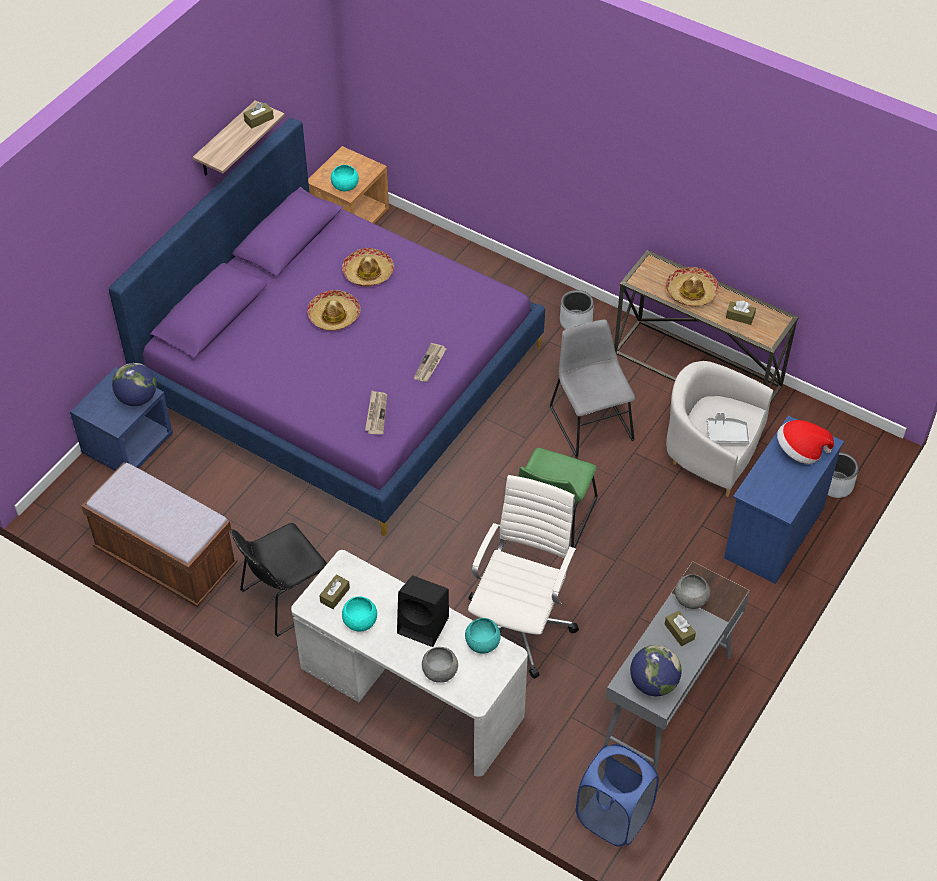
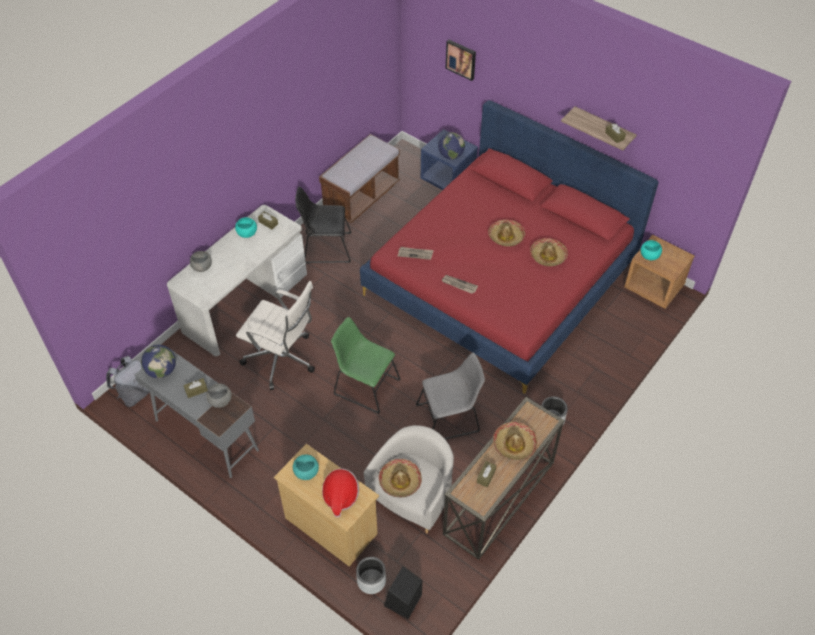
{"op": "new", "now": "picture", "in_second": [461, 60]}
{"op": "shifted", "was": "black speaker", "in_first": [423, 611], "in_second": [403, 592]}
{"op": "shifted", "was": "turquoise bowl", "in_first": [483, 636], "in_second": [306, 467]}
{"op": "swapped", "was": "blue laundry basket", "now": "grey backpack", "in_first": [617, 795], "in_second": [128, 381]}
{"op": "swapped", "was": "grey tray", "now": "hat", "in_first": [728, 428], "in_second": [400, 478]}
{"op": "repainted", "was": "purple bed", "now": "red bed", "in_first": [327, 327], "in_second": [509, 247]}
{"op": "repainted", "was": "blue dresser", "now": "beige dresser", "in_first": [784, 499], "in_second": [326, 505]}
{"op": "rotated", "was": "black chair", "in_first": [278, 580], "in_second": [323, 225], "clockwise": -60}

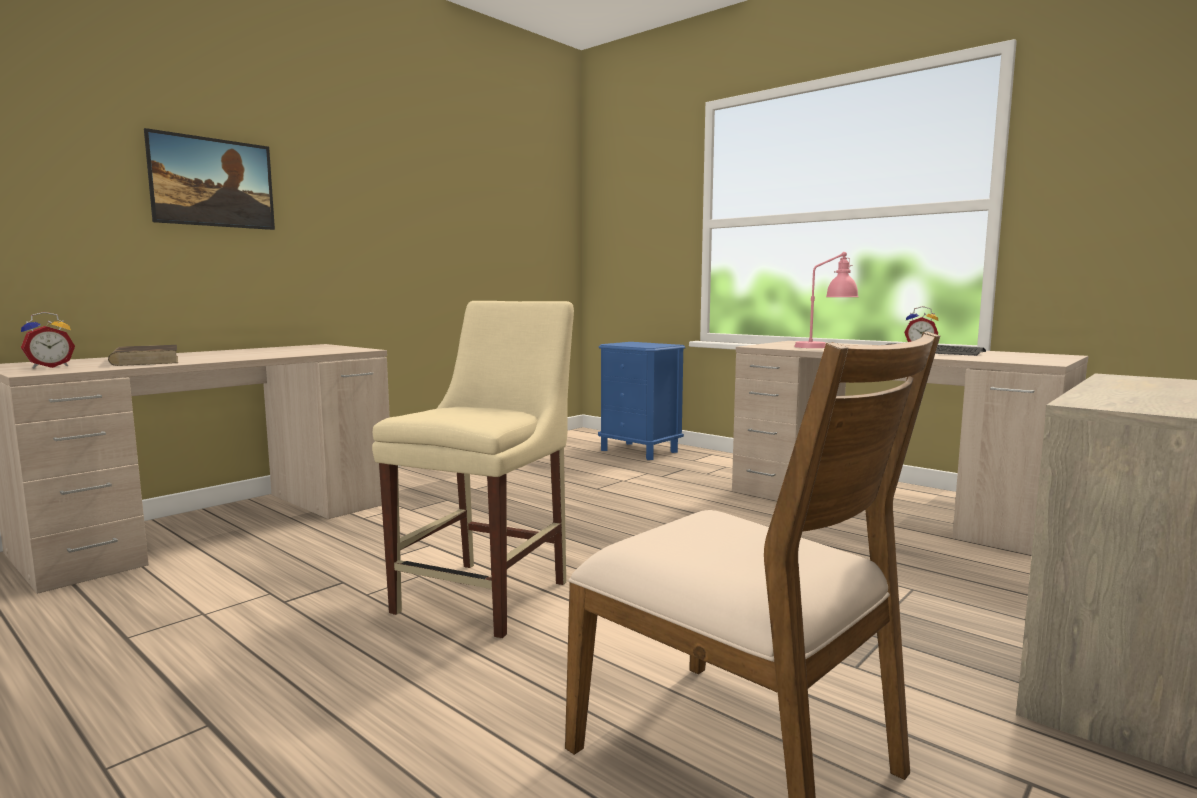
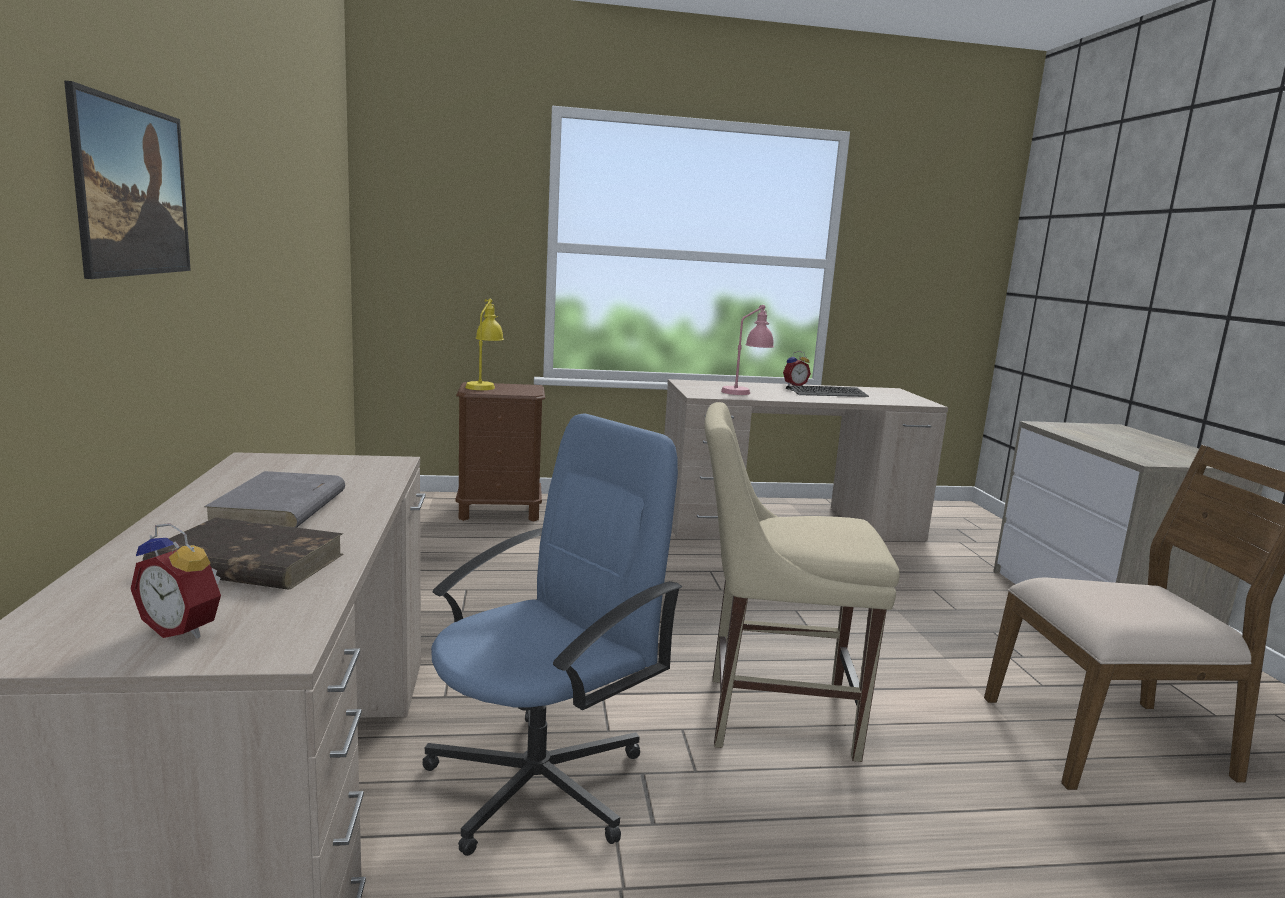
{"op": "new", "now": "grey book", "in_second": [274, 499]}
{"op": "new", "now": "blue office chair", "in_second": [552, 634]}
{"op": "new", "now": "yellow table lamp", "in_second": [484, 344]}
{"op": "repainted", "was": "blue nightstand", "now": "brown nightstand", "in_first": [641, 401], "in_second": [500, 452]}
{"op": "rotated", "was": "alarm clock", "in_first": [48, 340], "in_second": [175, 580], "clockwise": 120}
{"op": "rotated", "was": "beige chair", "in_first": [473, 469], "in_second": [802, 582], "clockwise": -60}

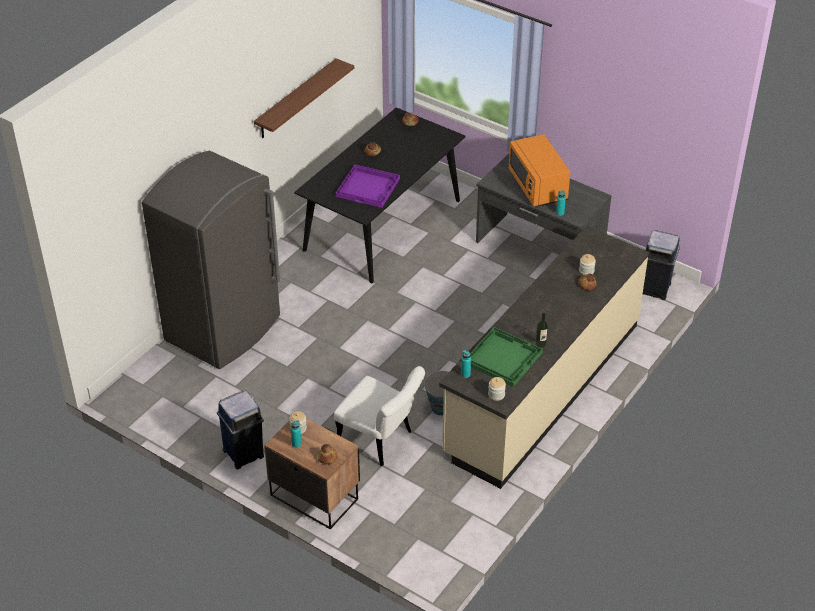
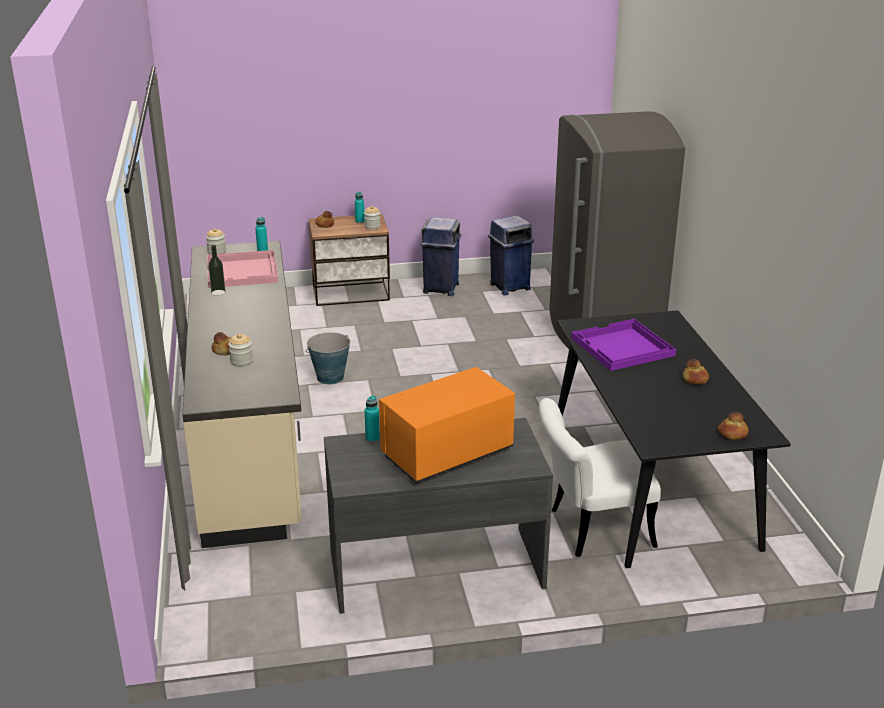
{"op": "gone", "was": "shelf", "in_first": [304, 98]}
{"op": "shifted", "was": "white chair", "in_first": [379, 416], "in_second": [600, 477]}
{"op": "shifted", "was": "blue trash can", "in_first": [661, 265], "in_second": [511, 255]}
{"op": "repainted", "was": "green tray", "now": "pink tray", "in_first": [506, 357], "in_second": [243, 269]}
{"op": "rotated", "was": "orange microwave", "in_first": [539, 170], "in_second": [447, 425], "clockwise": -60}

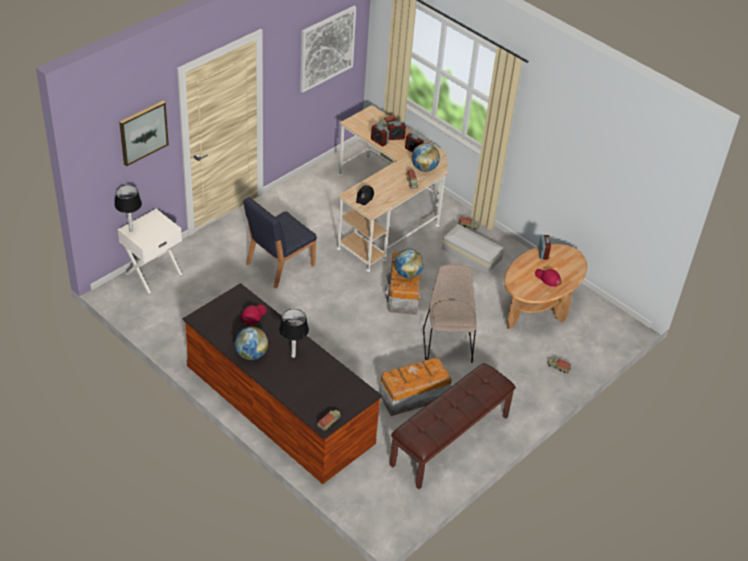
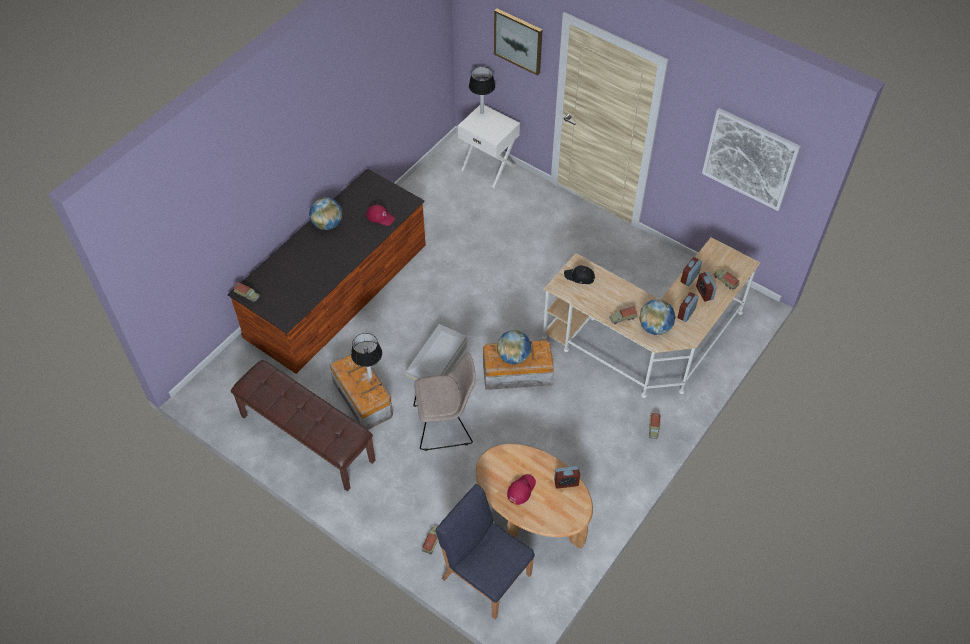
{"op": "shifted", "was": "blue chair", "in_first": [280, 243], "in_second": [485, 552]}
{"op": "shifted", "was": "table lamp", "in_first": [294, 333], "in_second": [366, 355]}
{"op": "shifted", "was": "white storage box", "in_first": [473, 249], "in_second": [436, 354]}

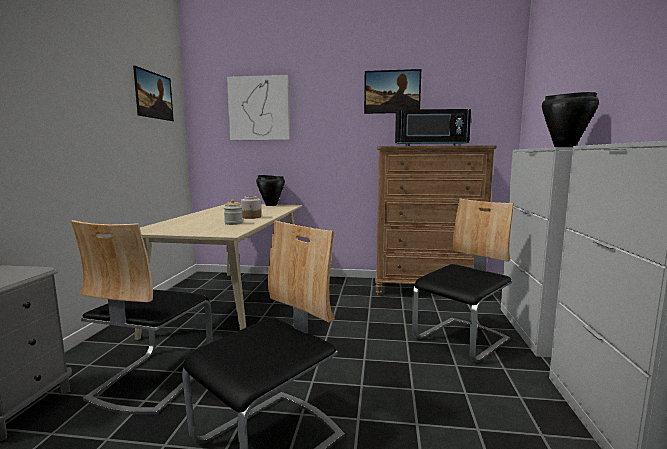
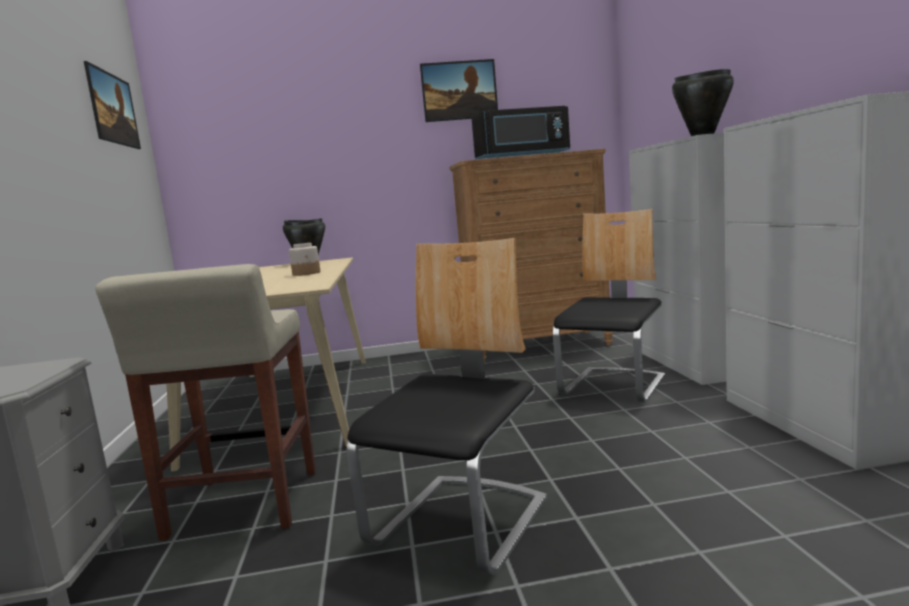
{"op": "gone", "was": "jar", "in_first": [233, 212]}
{"op": "gone", "was": "picture", "in_first": [258, 107]}
{"op": "swapped", "was": "chair", "now": "beige stool", "in_first": [142, 317], "in_second": [205, 402]}

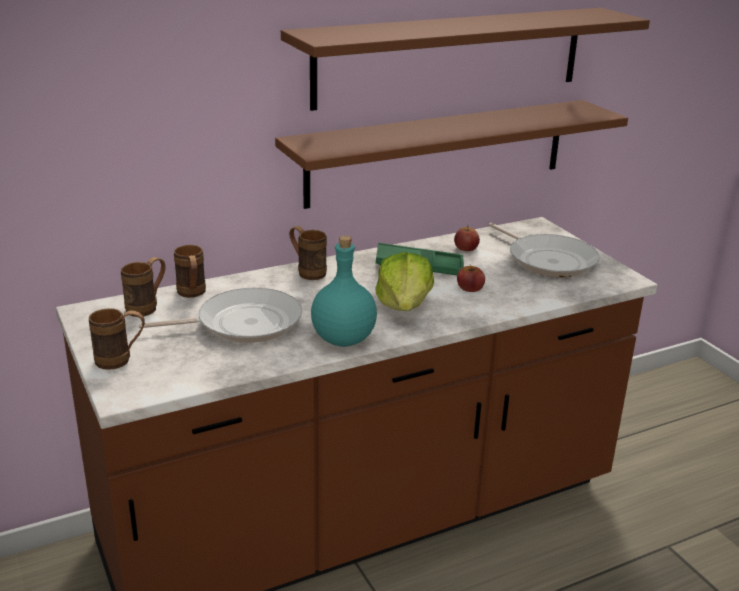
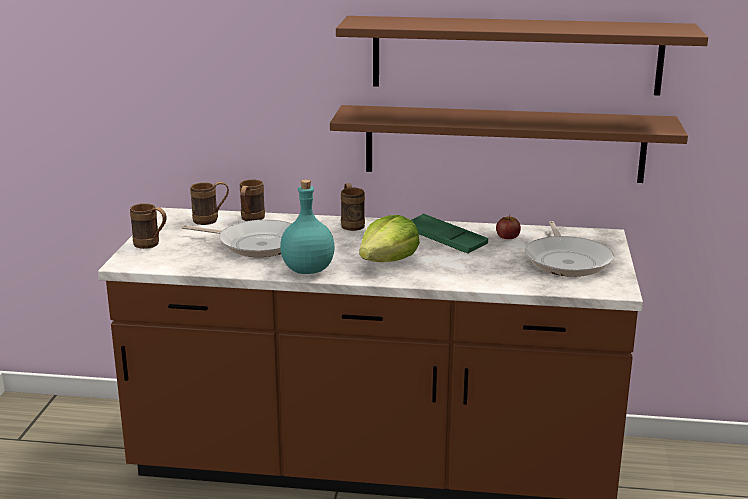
{"op": "gone", "was": "apple", "in_first": [471, 278]}

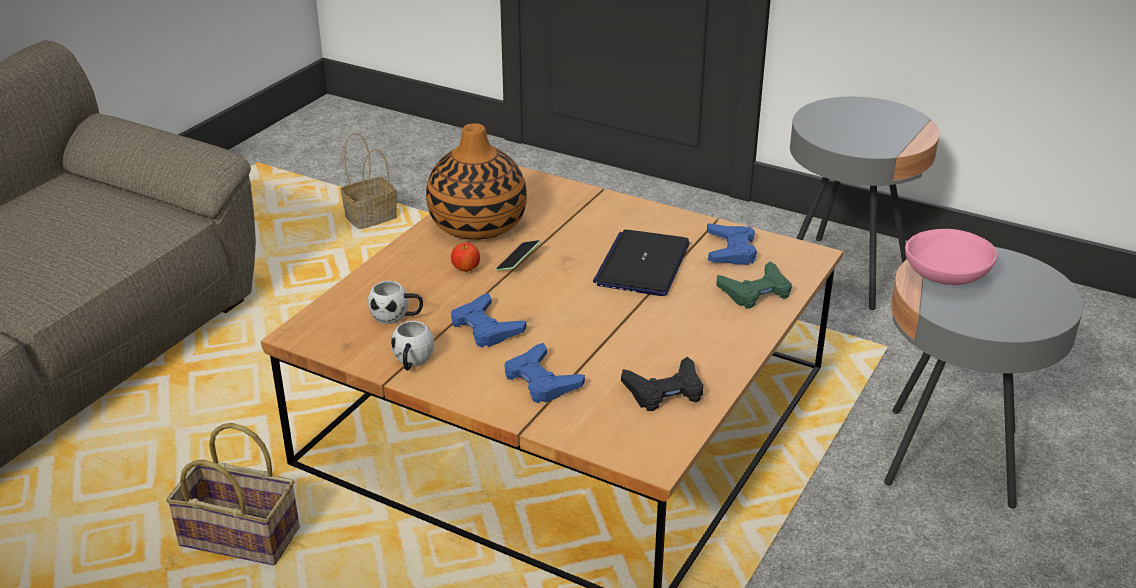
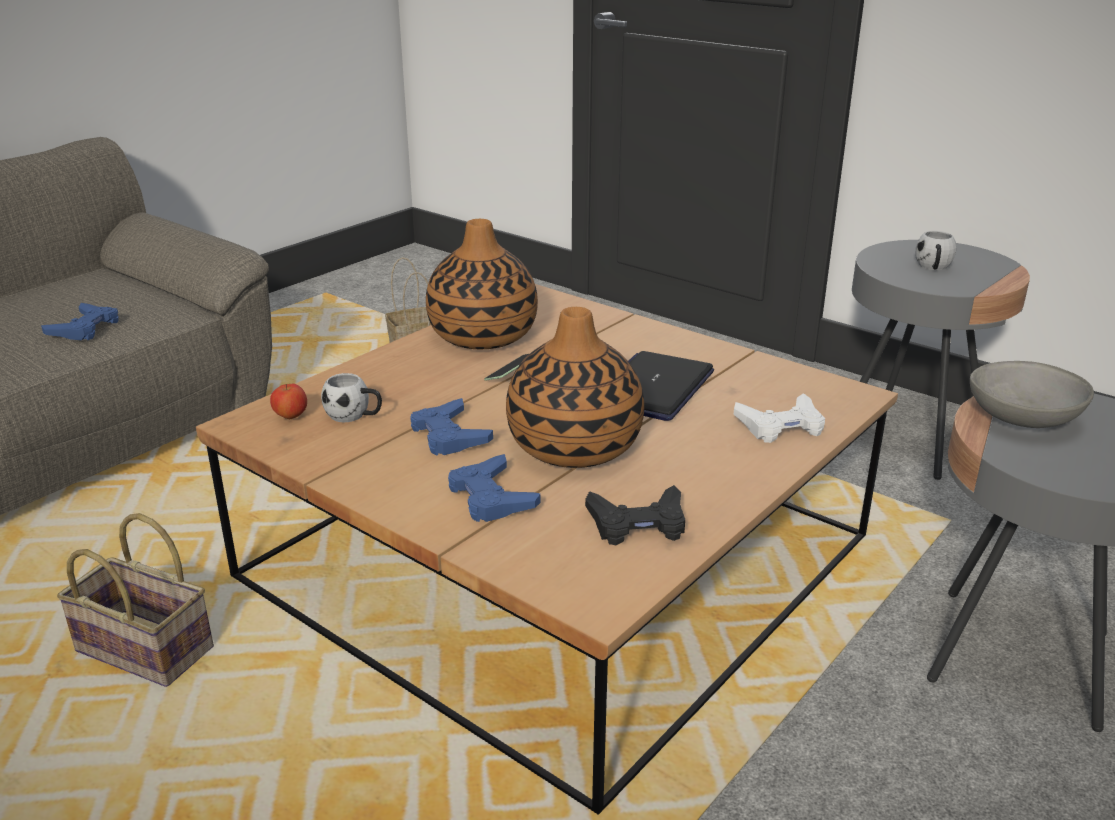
{"op": "new", "now": "vase", "in_second": [575, 387]}
{"op": "shifted", "was": "white mug", "in_first": [412, 346], "in_second": [936, 250]}
{"op": "shifted", "was": "apple", "in_first": [465, 257], "in_second": [288, 401]}
{"op": "shifted", "was": "blue game controller", "in_first": [732, 244], "in_second": [80, 321]}
{"op": "repainted", "was": "green game controller", "now": "white game controller", "in_first": [754, 285], "in_second": [779, 418]}
{"op": "repainted", "was": "pink bowl", "now": "grey bowl", "in_first": [951, 257], "in_second": [1032, 394]}

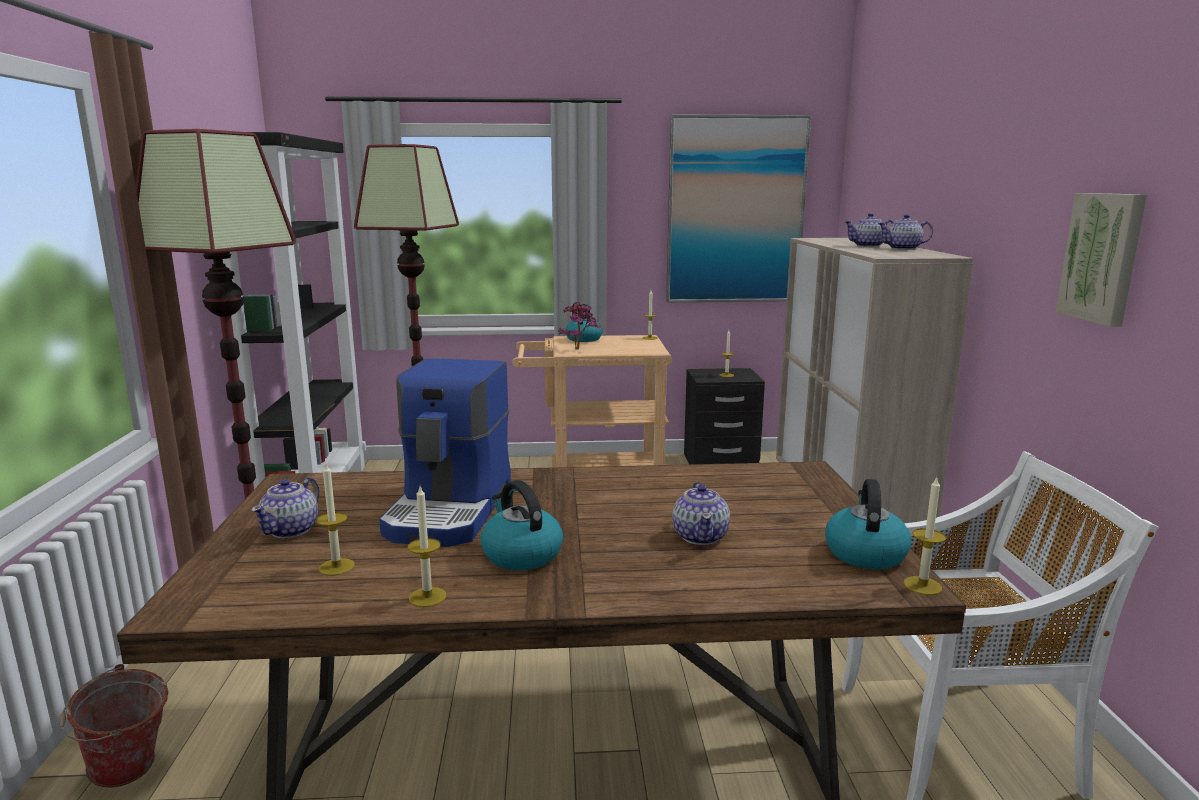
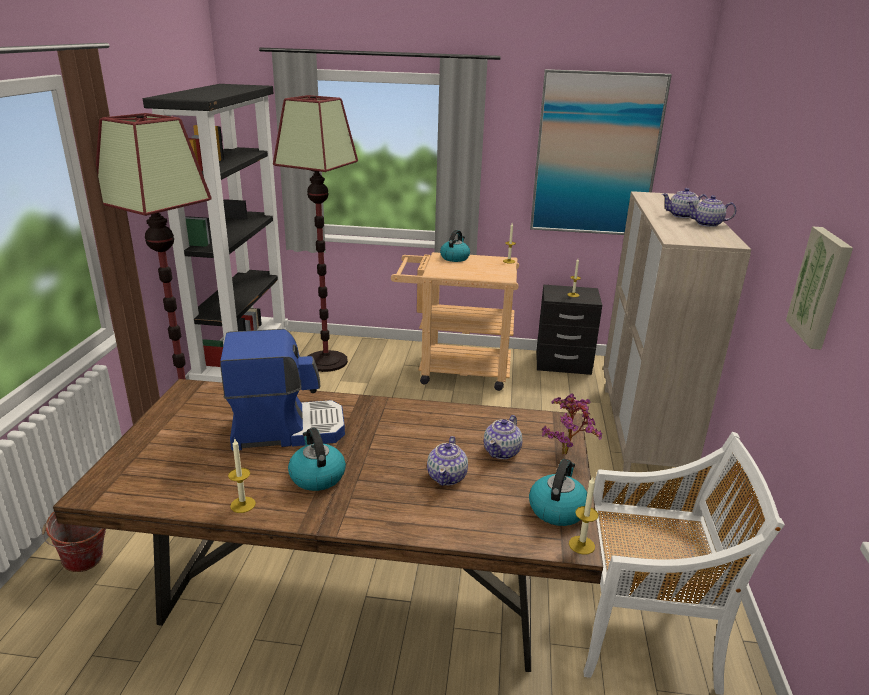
{"op": "gone", "was": "candle", "in_first": [335, 520]}
{"op": "shifted", "was": "teapot", "in_first": [285, 507], "in_second": [503, 437]}
{"op": "shifted", "was": "potted plant", "in_first": [579, 326], "in_second": [572, 424]}
{"op": "rotated", "was": "coffee machine", "in_first": [445, 452], "in_second": [282, 390], "clockwise": -120}

